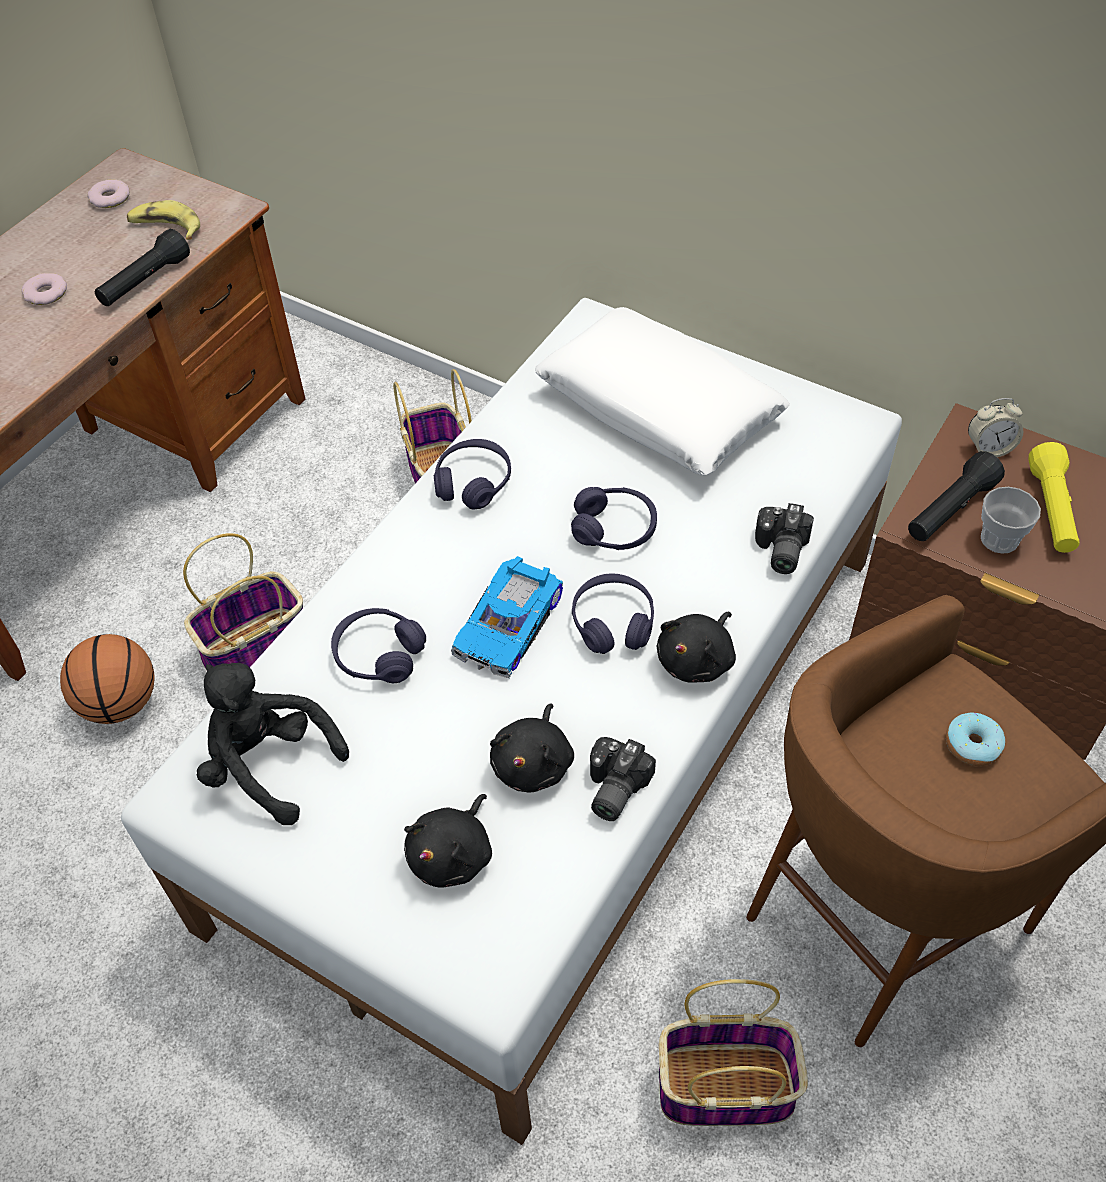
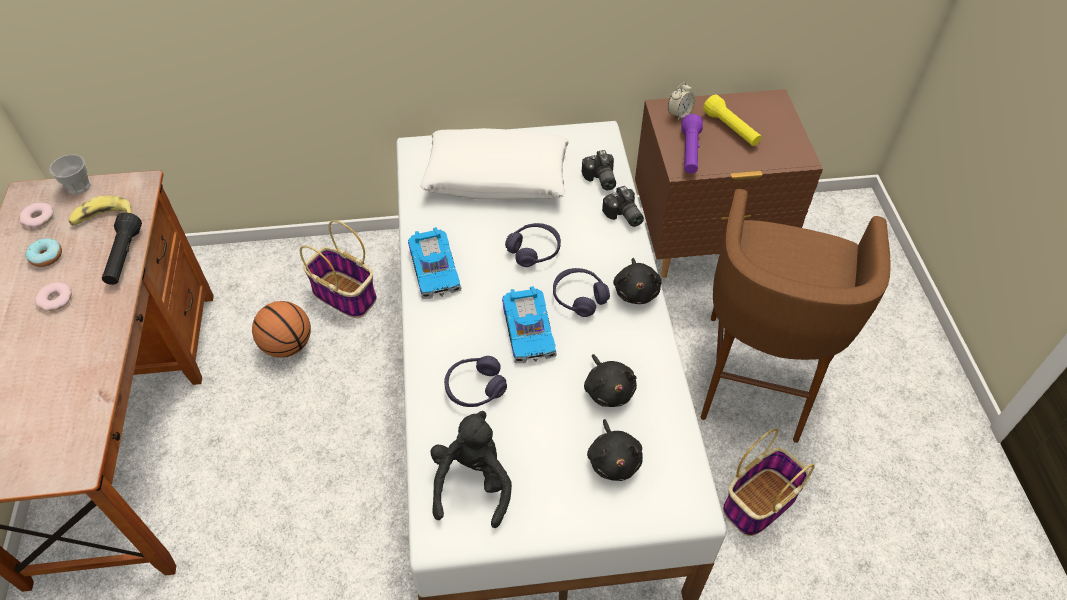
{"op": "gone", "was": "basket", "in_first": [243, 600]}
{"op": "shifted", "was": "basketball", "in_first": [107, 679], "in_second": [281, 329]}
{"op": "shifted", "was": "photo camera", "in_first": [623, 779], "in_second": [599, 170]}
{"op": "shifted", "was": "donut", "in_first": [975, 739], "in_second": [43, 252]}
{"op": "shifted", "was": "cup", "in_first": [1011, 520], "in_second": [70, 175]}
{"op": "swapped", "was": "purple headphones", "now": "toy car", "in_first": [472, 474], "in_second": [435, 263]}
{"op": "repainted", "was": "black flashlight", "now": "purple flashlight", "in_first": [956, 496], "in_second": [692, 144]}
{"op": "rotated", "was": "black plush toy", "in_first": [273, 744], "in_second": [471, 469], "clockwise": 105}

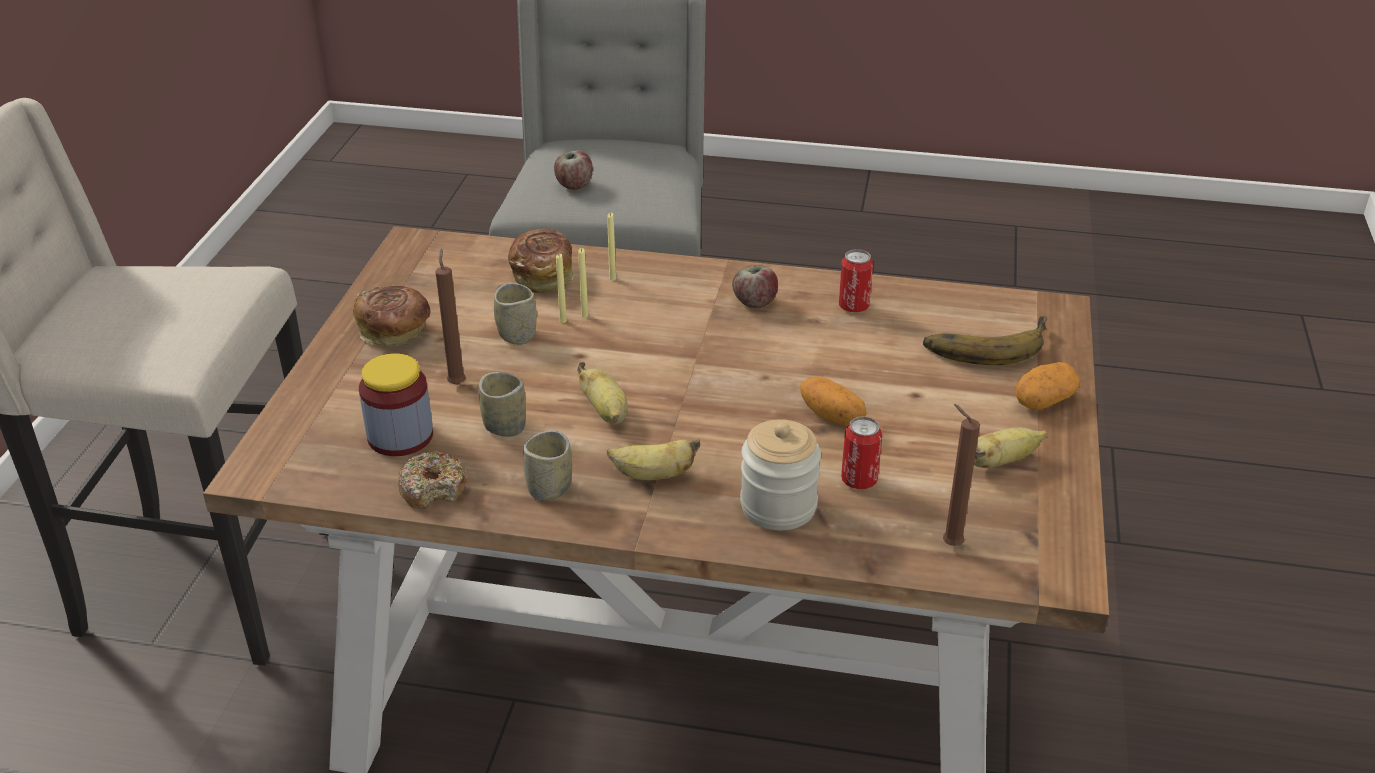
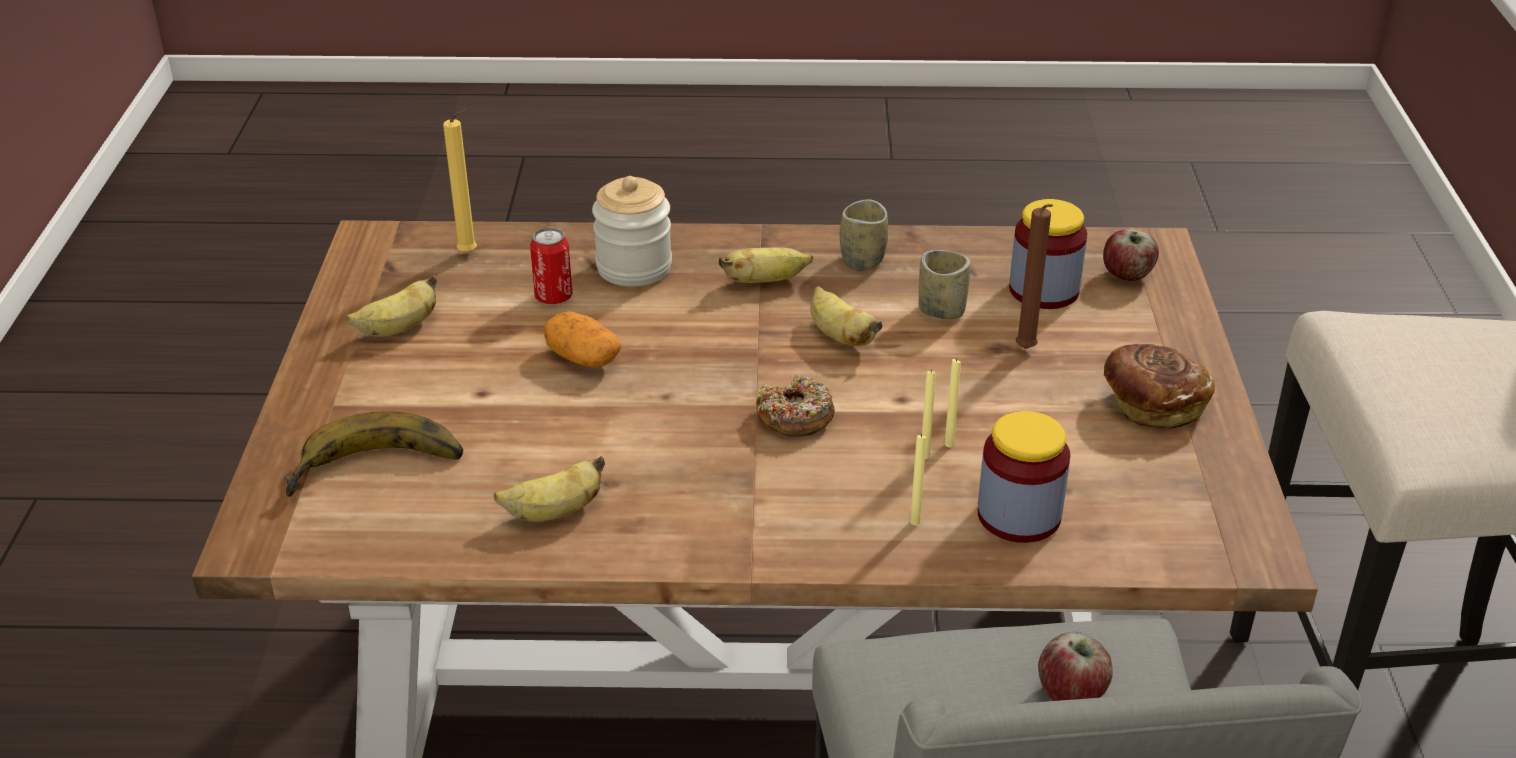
{"op": "gone", "was": "cup", "in_first": [515, 314]}
{"op": "gone", "was": "potato", "in_first": [1047, 386]}
{"op": "shifted", "was": "donut", "in_first": [432, 480], "in_second": [795, 406]}
{"op": "shifted", "was": "apple", "in_first": [755, 286], "in_second": [1131, 255]}
{"op": "swapped", "was": "bread", "now": "jar", "in_first": [541, 260], "in_second": [1024, 477]}
{"op": "swapped", "was": "can", "now": "banana", "in_first": [856, 280], "in_second": [549, 489]}
{"op": "repainted", "was": "brown candle", "now": "yellow candle", "in_first": [961, 475], "in_second": [460, 181]}

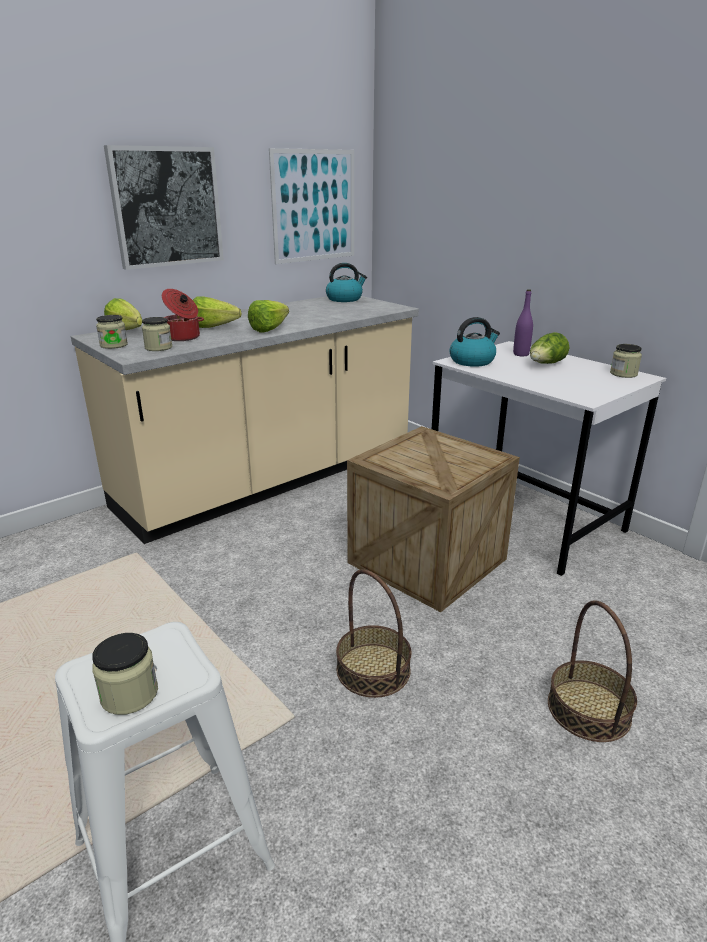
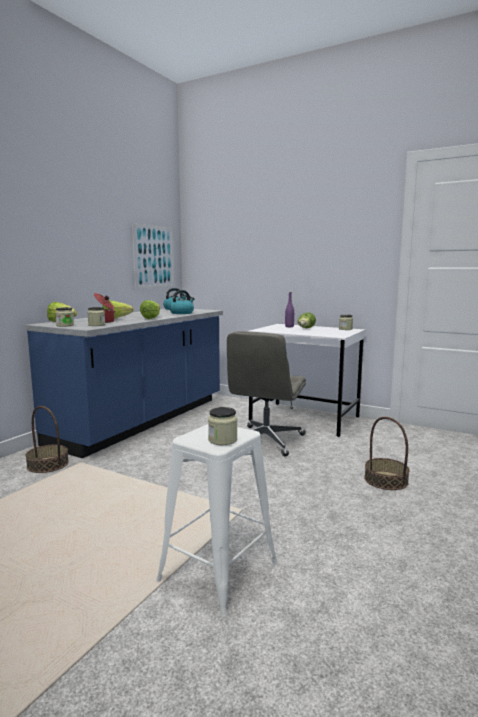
{"op": "gone", "was": "picture", "in_first": [164, 207]}
{"op": "shifted", "was": "basket", "in_first": [373, 633], "in_second": [47, 439]}
{"op": "shifted", "was": "kettle", "in_first": [474, 342], "in_second": [181, 302]}
{"op": "swapped", "was": "crate", "now": "grey office chair", "in_first": [433, 519], "in_second": [266, 394]}
{"op": "repainted", "was": "beige counter", "now": "blue counter", "in_first": [245, 420], "in_second": [124, 383]}

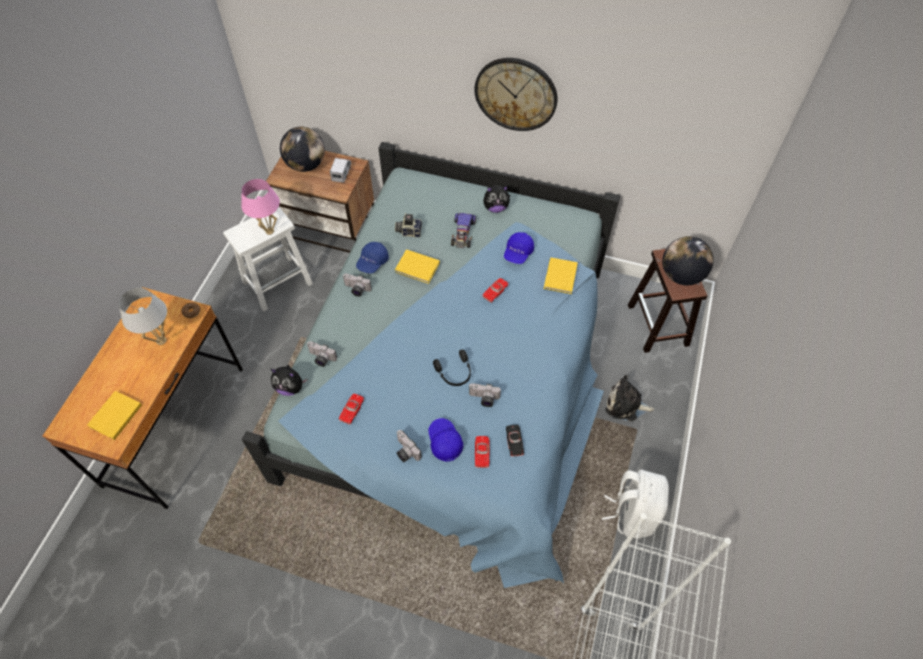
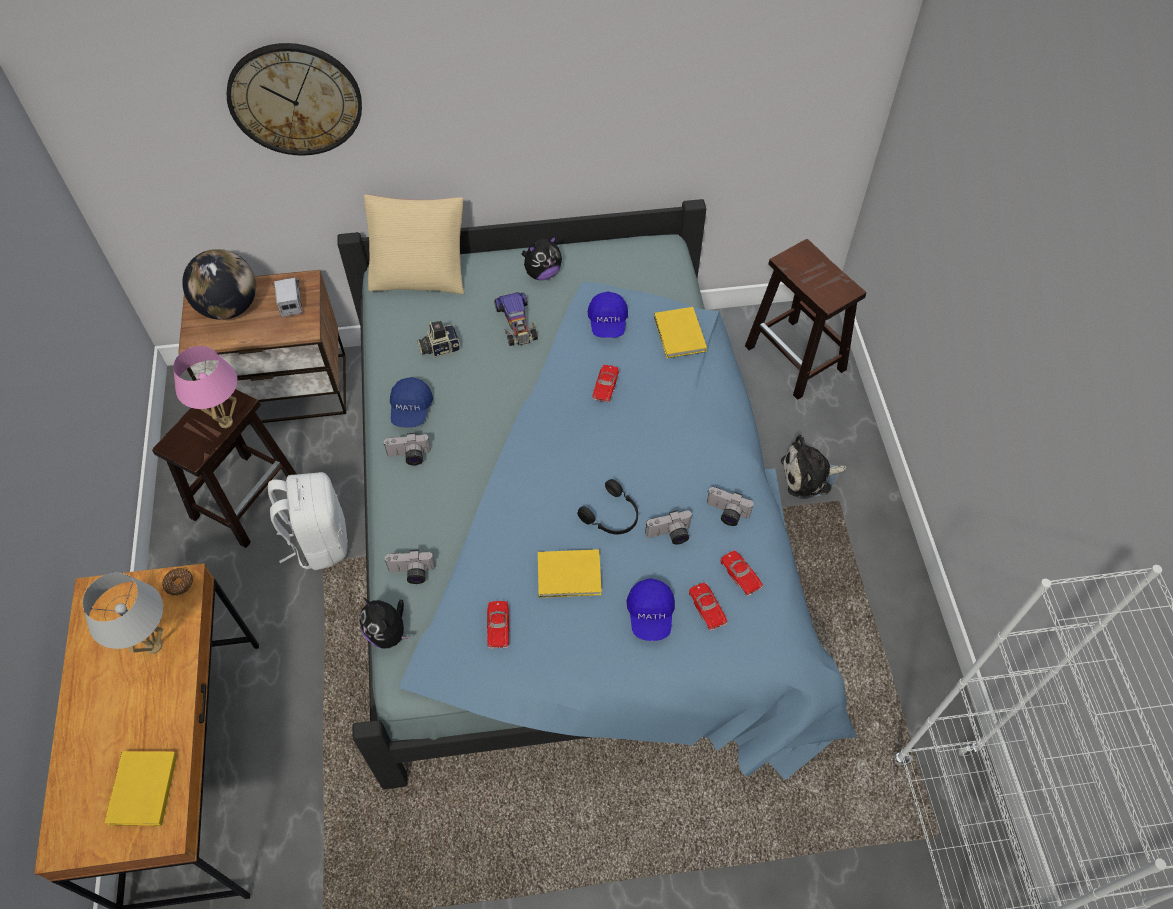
{"op": "gone", "was": "globe", "in_first": [688, 260]}
{"op": "new", "now": "beige pillow", "in_second": [414, 244]}
{"op": "shifted", "was": "yellow book", "in_first": [417, 266], "in_second": [570, 573]}
{"op": "shifted", "was": "photo camera", "in_first": [409, 446], "in_second": [730, 506]}
{"op": "shifted", "was": "wall clock", "in_first": [515, 94], "in_second": [294, 99]}
{"op": "shifted", "was": "white backpack", "in_first": [635, 504], "in_second": [308, 521]}
{"op": "repainted", "was": "white stool", "now": "brown stool", "in_first": [268, 259], "in_second": [224, 468]}
{"op": "repainted", "was": "black toy car", "now": "red toy car", "in_first": [515, 441], "in_second": [741, 573]}
{"op": "rotated", "was": "plush toy", "in_first": [289, 380], "in_second": [385, 623], "clockwise": 60}
{"op": "rotated", "was": "blue cap", "in_first": [445, 440], "in_second": [650, 609], "clockwise": -135}

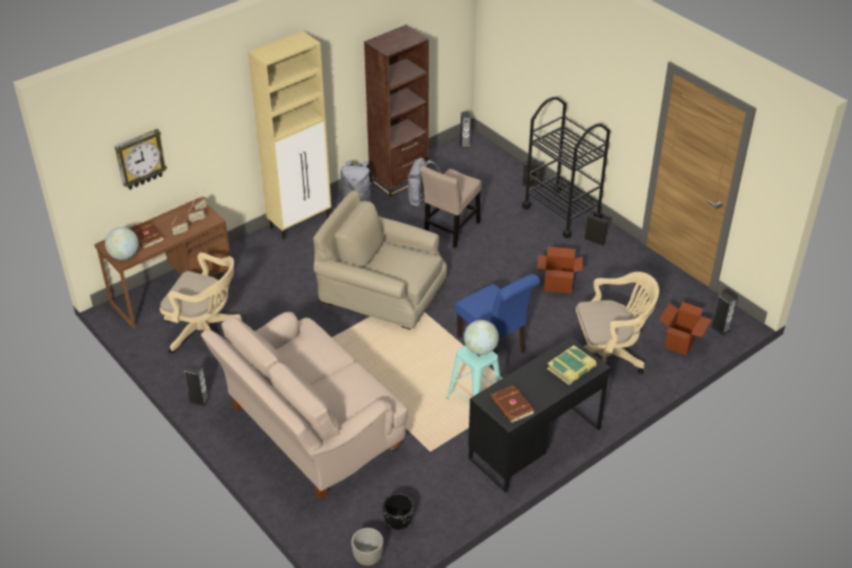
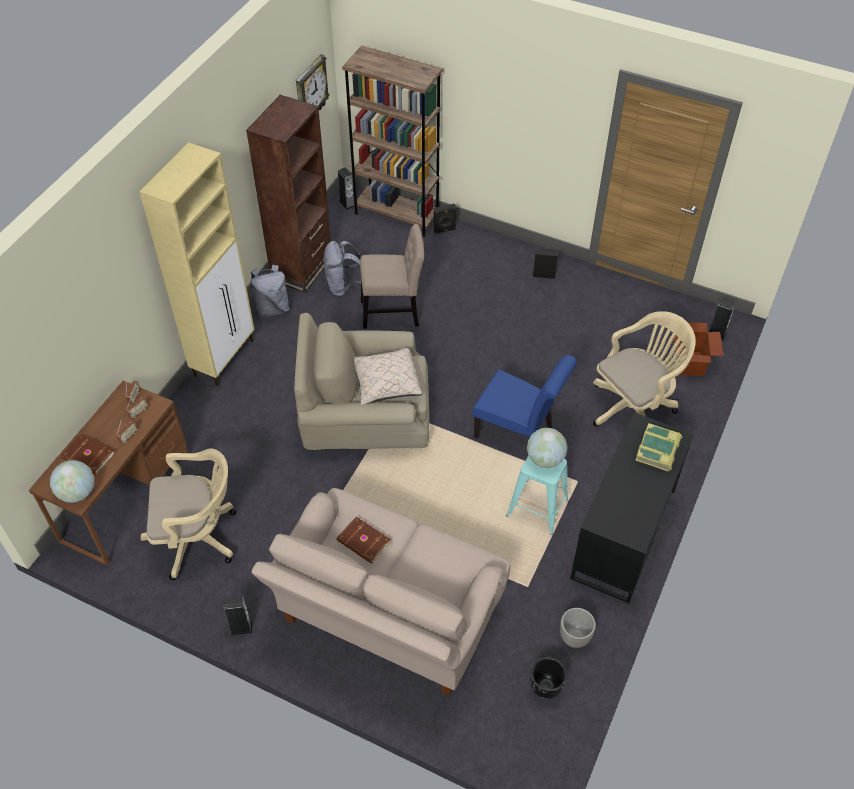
{"op": "gone", "was": "black cart", "in_first": [566, 167]}
{"op": "gone", "was": "cardboard box", "in_first": [560, 270]}
{"op": "new", "now": "brown bookcase", "in_second": [392, 141]}
{"op": "new", "now": "beige pillow", "in_second": [388, 376]}
{"op": "shifted", "was": "wall clock", "in_first": [141, 159], "in_second": [313, 82]}
{"op": "shifted", "was": "grey planter", "in_first": [367, 547], "in_second": [578, 628]}
{"op": "shifted", "was": "brown book", "in_first": [512, 404], "in_second": [364, 540]}
{"op": "rotated", "was": "beige chair", "in_first": [450, 207], "in_second": [392, 276], "clockwise": -105}

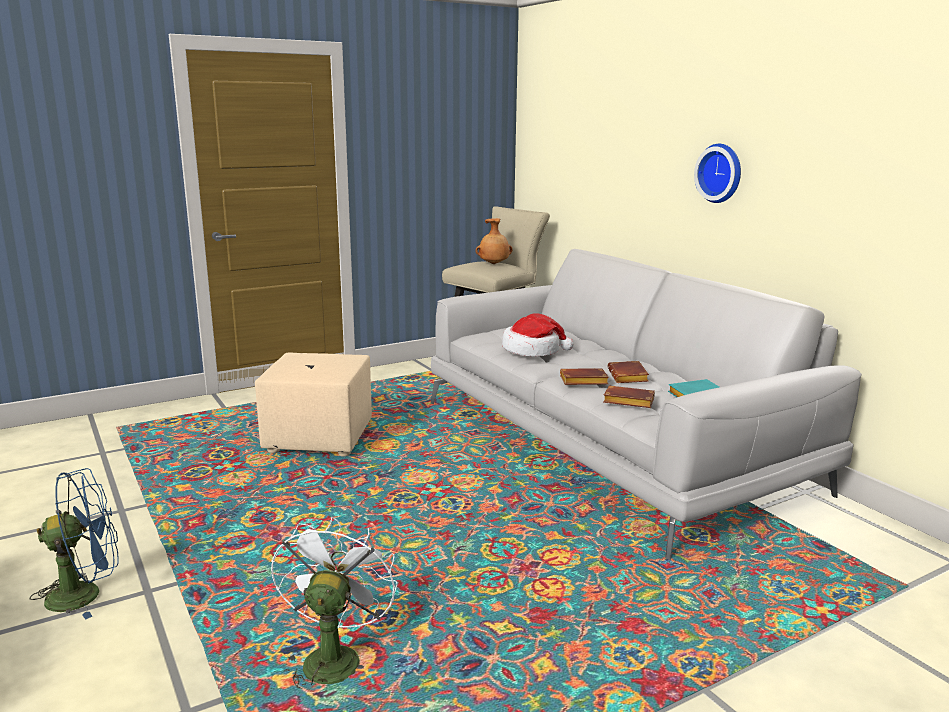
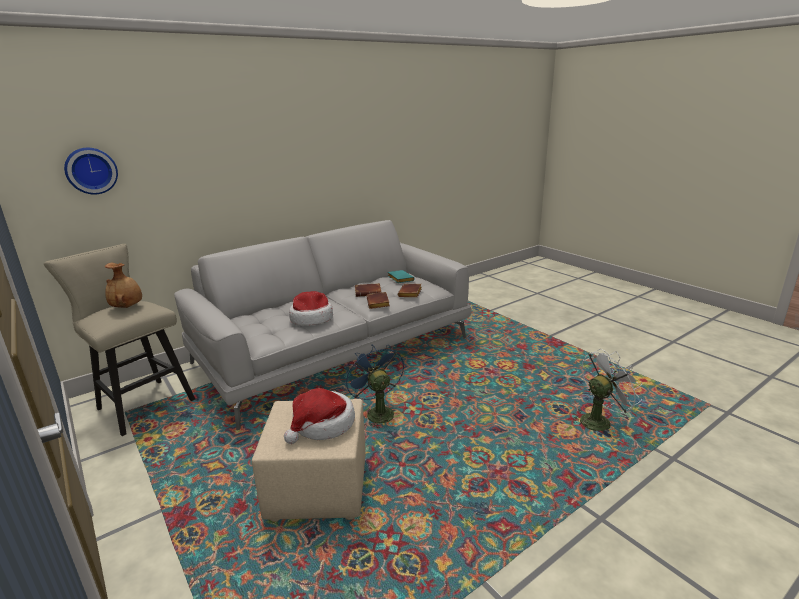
{"op": "new", "now": "hat", "in_second": [319, 416]}
{"op": "shifted", "was": "blue fan", "in_first": [74, 544], "in_second": [374, 386]}
{"op": "shifted", "was": "wall clock", "in_first": [717, 173], "in_second": [91, 171]}
{"op": "rotated", "was": "white fan", "in_first": [334, 602], "in_second": [607, 390], "clockwise": 150}

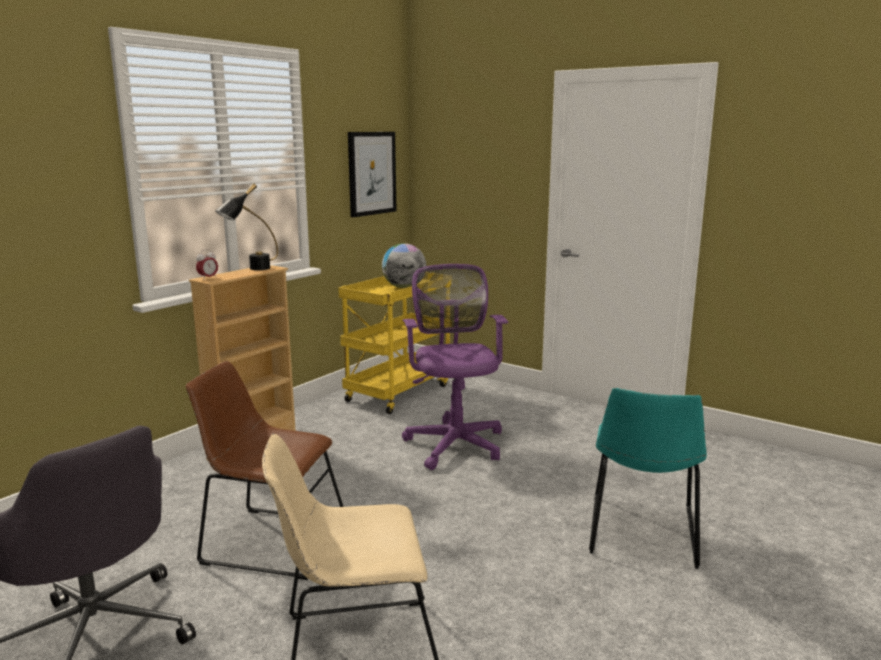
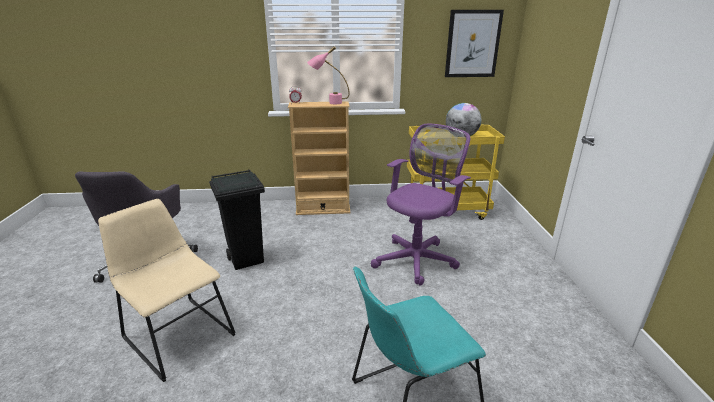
{"op": "swapped", "was": "brown chair", "now": "black trash can", "in_first": [265, 470], "in_second": [237, 219]}
{"op": "repainted", "was": "black table lamp", "now": "pink table lamp", "in_first": [246, 226], "in_second": [328, 75]}

